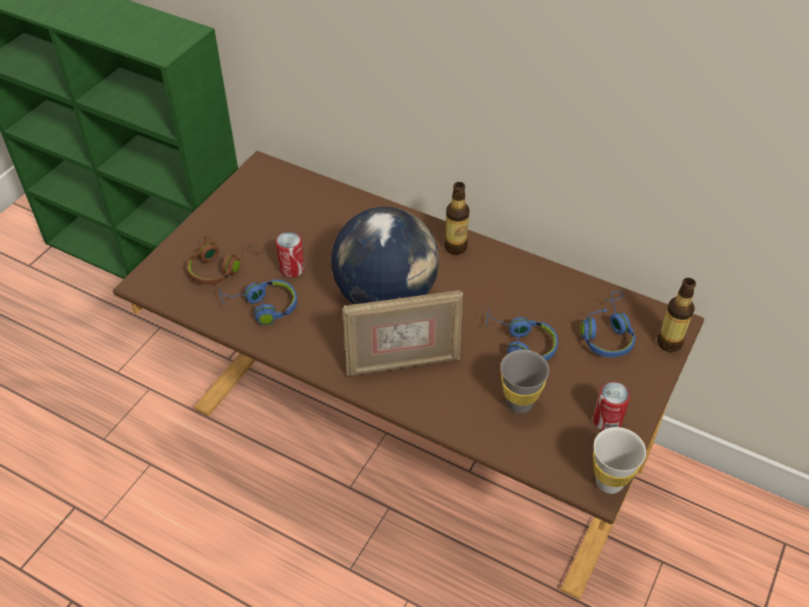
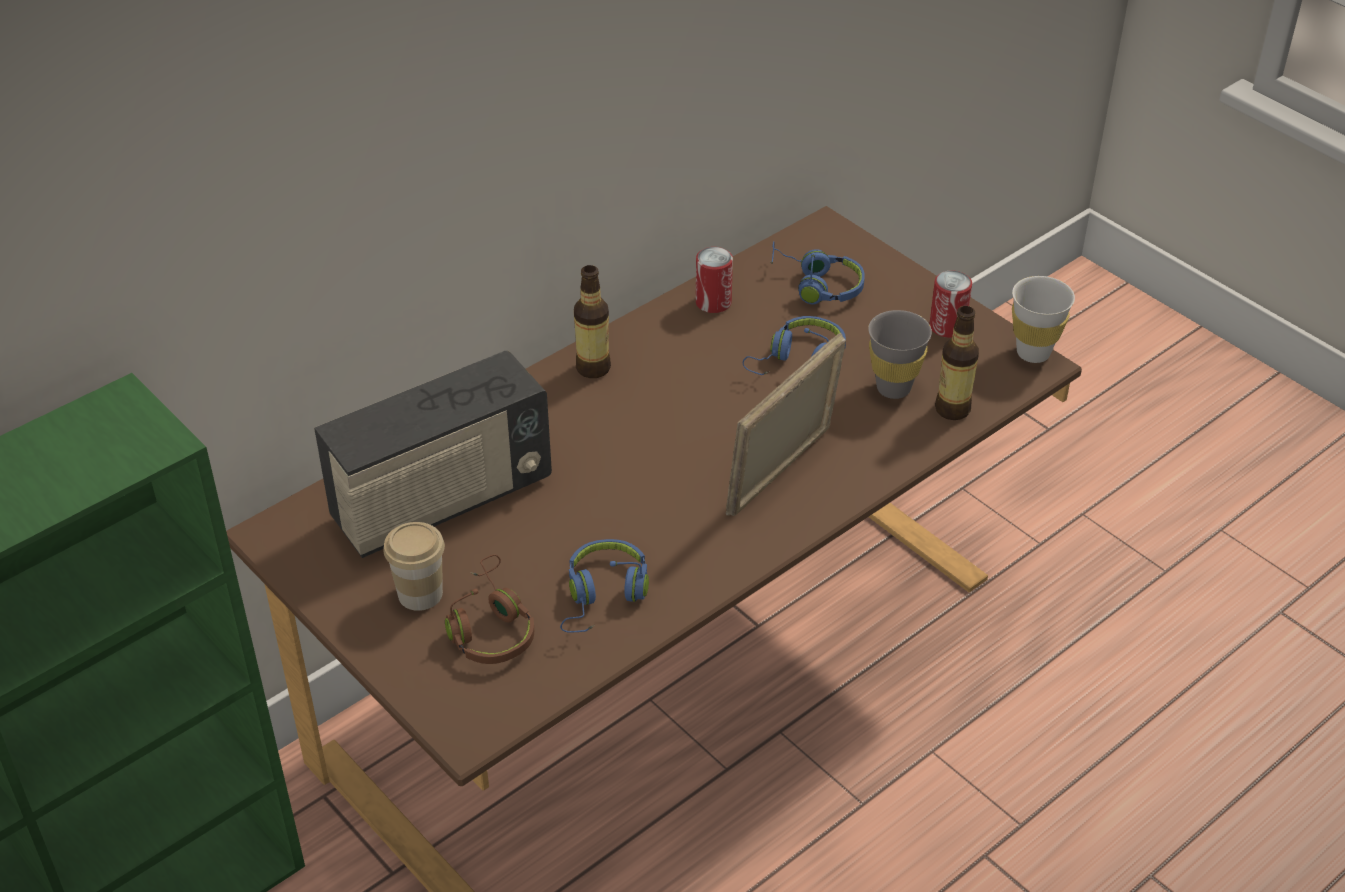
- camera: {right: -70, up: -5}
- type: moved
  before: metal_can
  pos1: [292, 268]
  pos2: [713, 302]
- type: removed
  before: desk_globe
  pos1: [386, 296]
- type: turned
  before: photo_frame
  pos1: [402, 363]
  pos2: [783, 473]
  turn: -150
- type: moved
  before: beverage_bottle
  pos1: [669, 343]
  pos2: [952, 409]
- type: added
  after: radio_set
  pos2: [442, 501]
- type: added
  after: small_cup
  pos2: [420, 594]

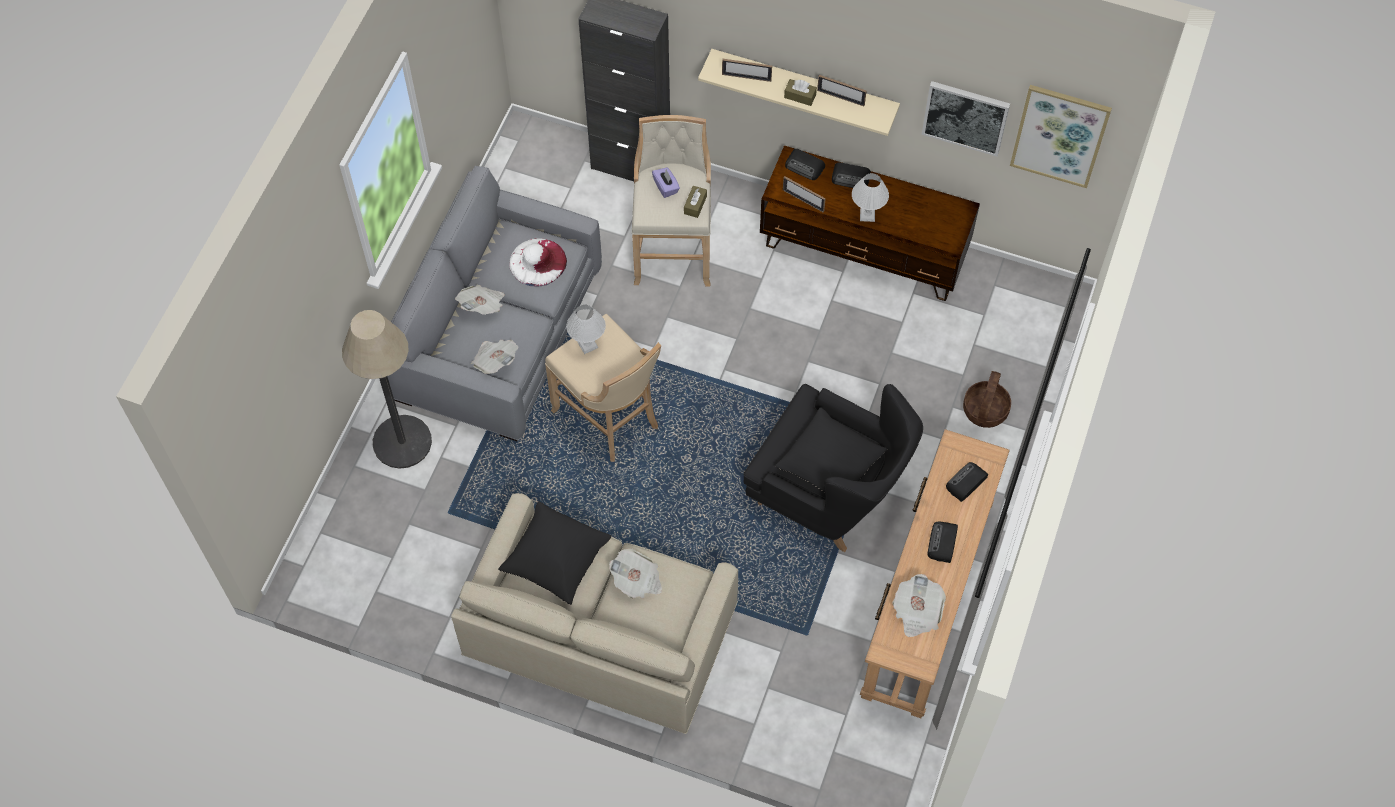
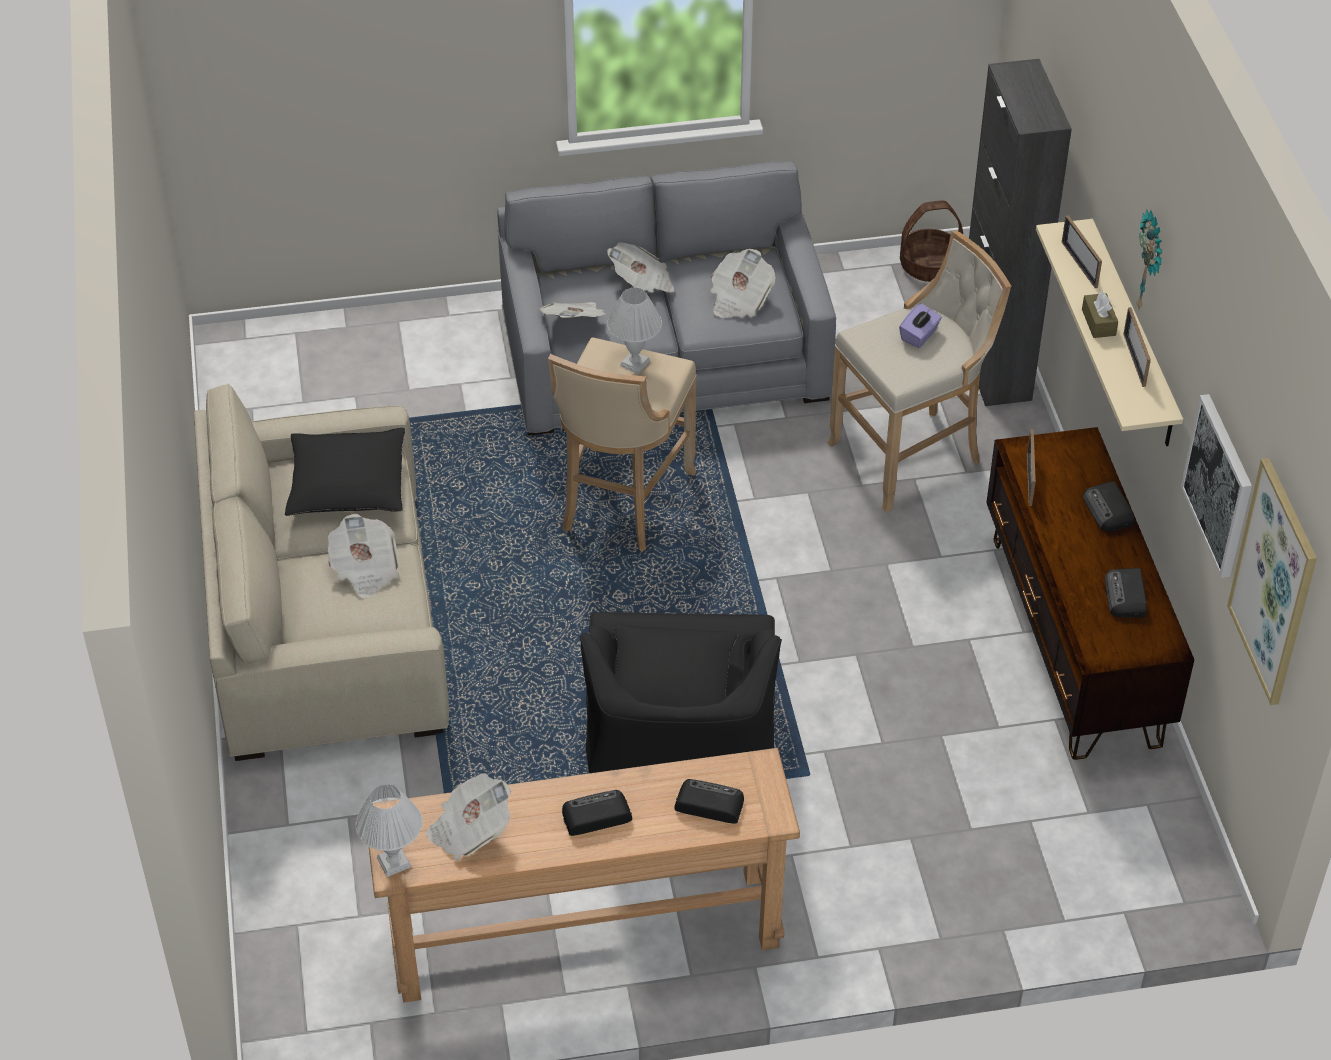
- camera: {right: 60, up: -15}
- type: removed
  before: floor_lamp
  pos1: [402, 442]
- type: replaced
  before: whitish_clothing_hat
  after: printed_paper
  pos1: [537, 262]
  pos2: [739, 299]
- type: removed
  before: brown-coloured_tissue_holder
  pos1: [695, 205]
- type: moved
  before: radio_set
  pos1: [805, 166]
  pos2: [1126, 597]
- type: moved
  before: whitish_tabletop_lamp
  pos1: [867, 215]
  pos2: [393, 862]
- type: moved
  before: basket
  pos1: [985, 409]
  pos2: [929, 265]
- type: added
  after: wall_clock
  pos2: [1152, 263]

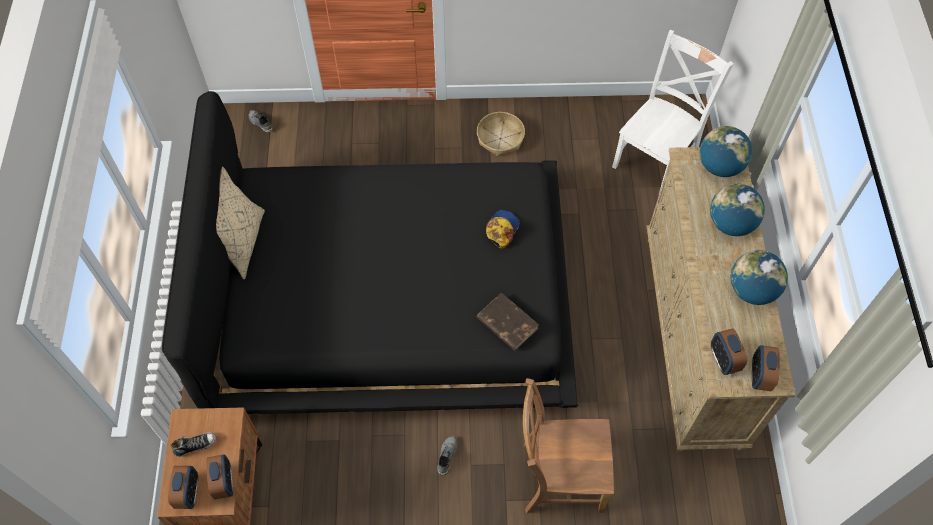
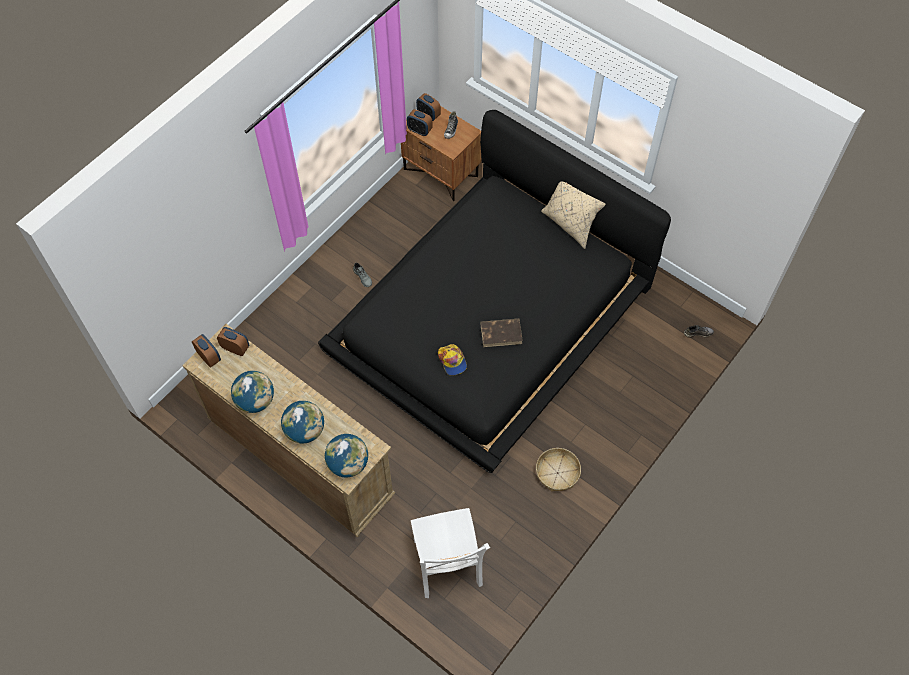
- camera: {right: 130, up: 0}
- type: moved
  before: brown-coloured_book
  pos1: [507, 323]
  pos2: [501, 333]
- type: removed
  before: brown-coloured_chair
  pos1: [558, 477]

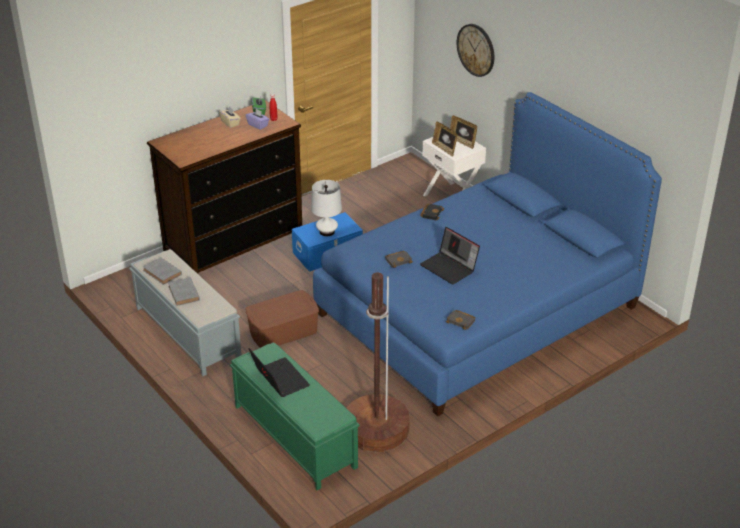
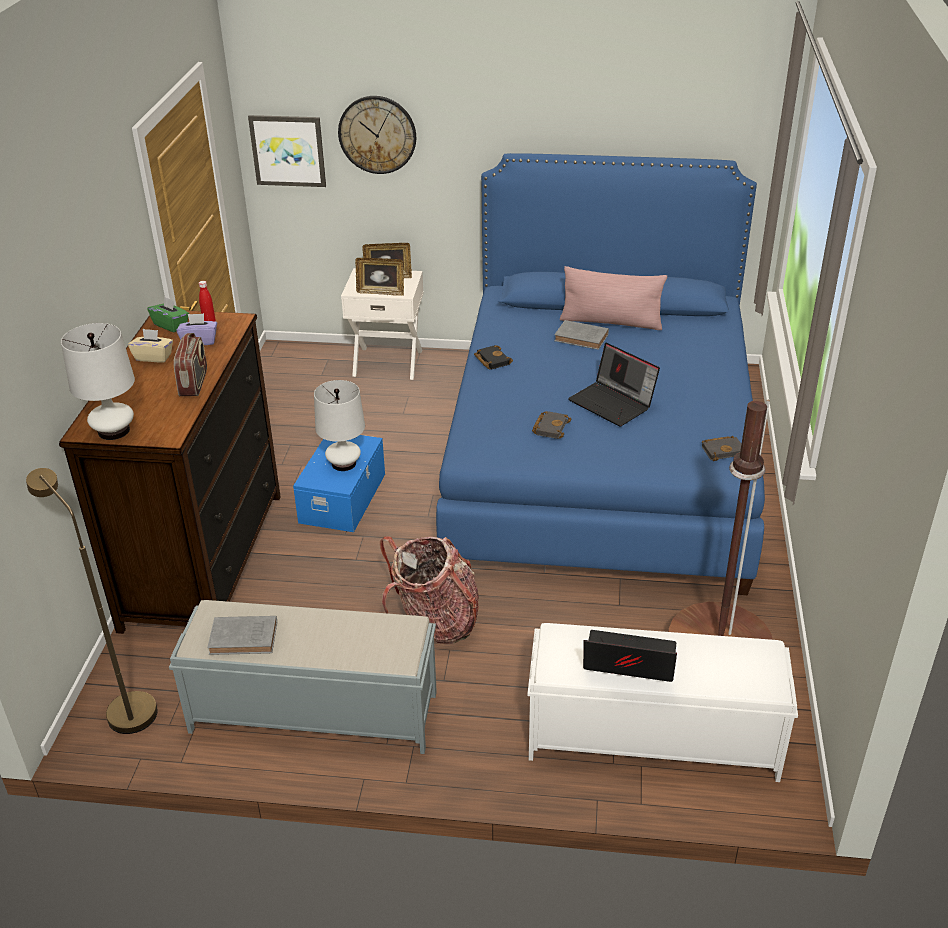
- camera: {right: -45, up: 0}
- type: moved
  before: gray_book
  pos1: [184, 294]
  pos2: [582, 338]
- type: recoloured
  before: green-coloured_bench
  after: whitish_bench
  pos1: [294, 436]
  pos2: [650, 738]
- type: replaced
  before: brown-coloured_storage_box
  after: rucksack
  pos1: [283, 331]
  pos2: [435, 623]
- type: turned
  before: laptop
  pos1: [449, 267]
  pos2: [613, 403]
  turn: 45
- type: added
  after: brown-coloured_floor_lamp
  pos2: [124, 707]
- type: added
  after: whitish_tabletop_lamp
  pos2: [114, 431]
- type: added
  after: radio_set
  pos2: [194, 383]
- type: added
  after: picture
  pos2: [288, 150]
- type: added
  after: pinkish_cushion
  pos2: [611, 322]

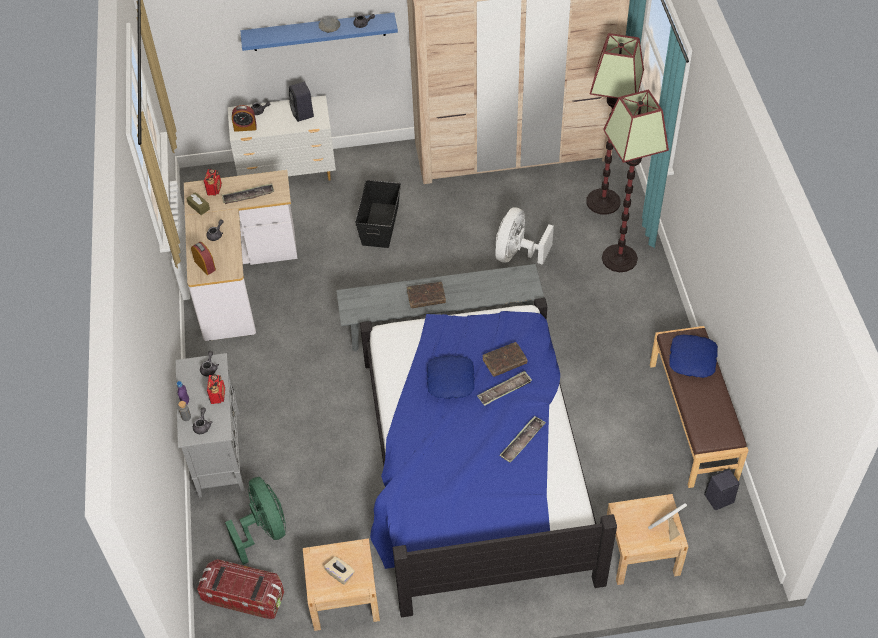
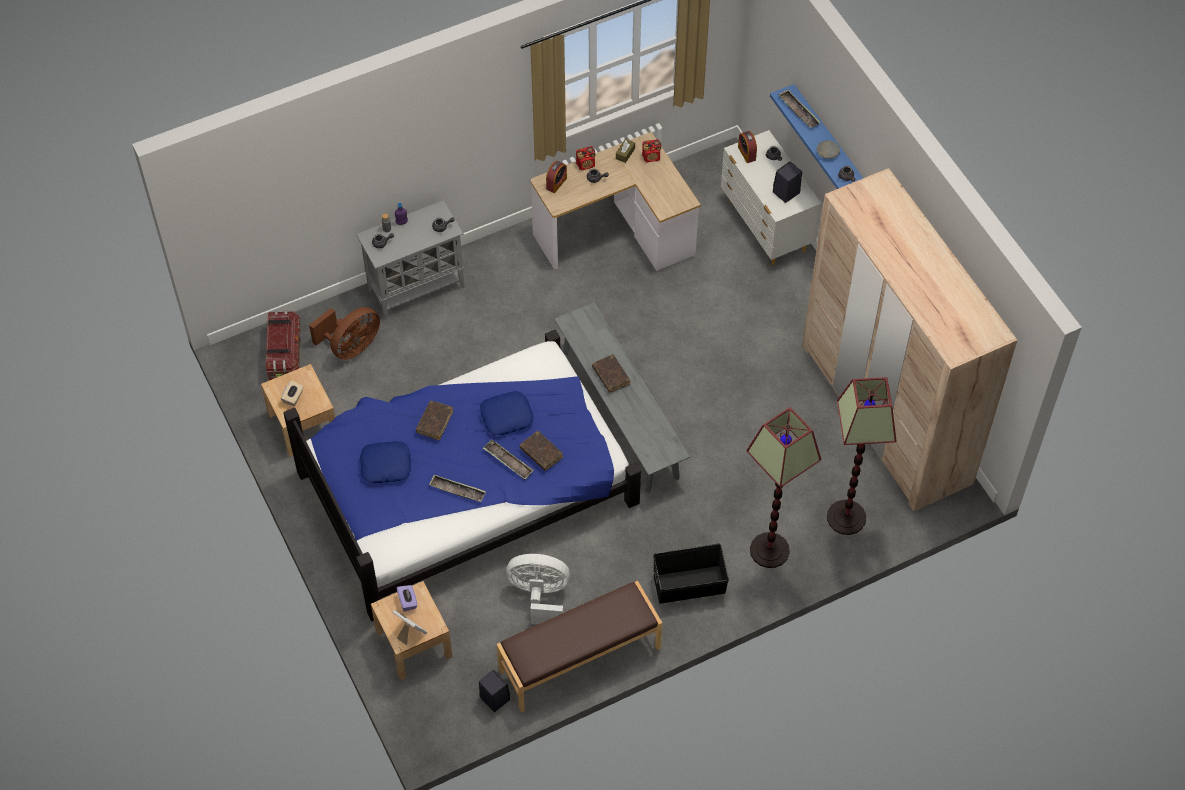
- camera: {right: 70, up: 5}
- type: moved
  before: radio_set
  pos1: [218, 395]
  pos2: [586, 165]
- type: moved
  before: carrying_tray
  pos1: [248, 196]
  pos2: [798, 111]
- type: recoloured
  before: green-coloured_cooling_fan
  after: brown-coloured_cooling_fan
  pos1: [264, 530]
  pos2: [351, 346]
- type: moved
  before: black-coloured_storage_box
  pos1: [380, 224]
  pos2: [690, 585]
- type: moved
  before: whitish_cooling_fan
  pos1: [517, 254]
  pos2: [540, 596]
- type: moved
  before: bluish_cushion
  pos1: [692, 359]
  pos2: [386, 465]
- type: added
  after: purple_tissue_holder
  pos2: [408, 601]
- type: added
  after: brown-coloured_book
  pos2: [434, 422]

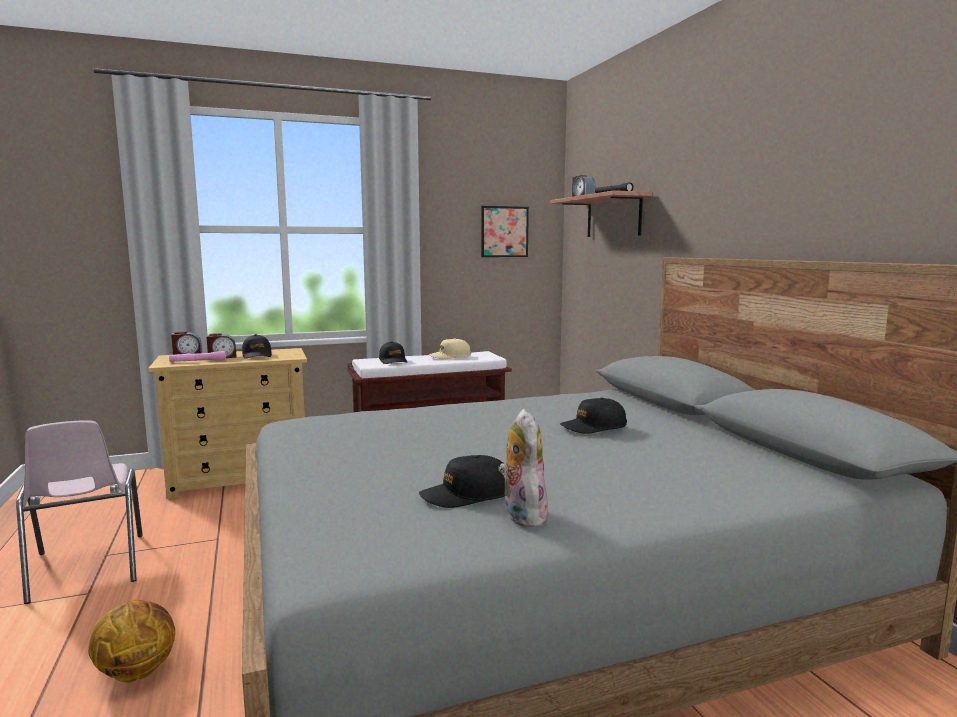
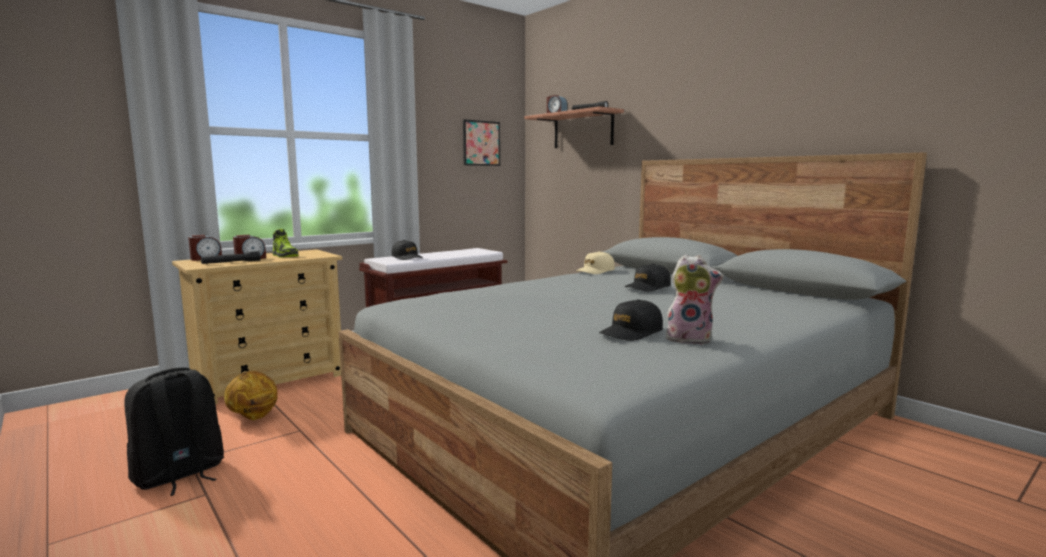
- camera: {right: -20, up: 0}
- type: replaced
  before: pinkish_chair
  after: black-coloured_rucksack
  pos1: [86, 568]
  pos2: [179, 475]
- type: moved
  before: ball_for_basketball
  pos1: [137, 671]
  pos2: [253, 417]
- type: recoloured
  before: pinkish_hand_torch
  after: black-coloured_hand_torch
  pos1: [198, 361]
  pos2: [231, 262]
- type: replaced
  before: black-coloured_cap
  after: low_shoe
  pos1: [257, 355]
  pos2: [285, 256]
- type: moved
  before: beige_cap
  pos1: [450, 356]
  pos2: [595, 271]
- type: turned
  before: soft_toy
  pos1: [521, 515]
  pos2: [690, 339]
  turn: 135

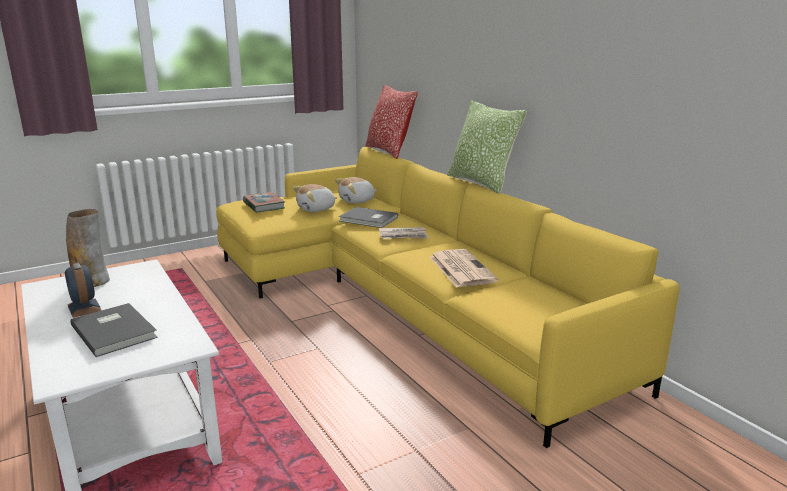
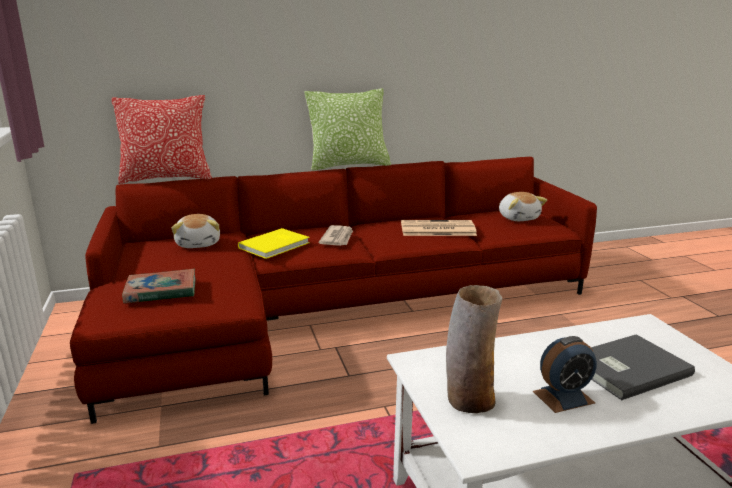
- camera: {right: -75, up: 0}
- type: recoloured
  before: yellow-coloured_settee
  after: reddish_settee
  pos1: [401, 300]
  pos2: [333, 308]
- type: moved
  before: soft_toy
  pos1: [316, 209]
  pos2: [518, 218]
- type: recoloured
  before: gray_book
  after: yellow-coloured_book
  pos1: [368, 220]
  pos2: [276, 245]

